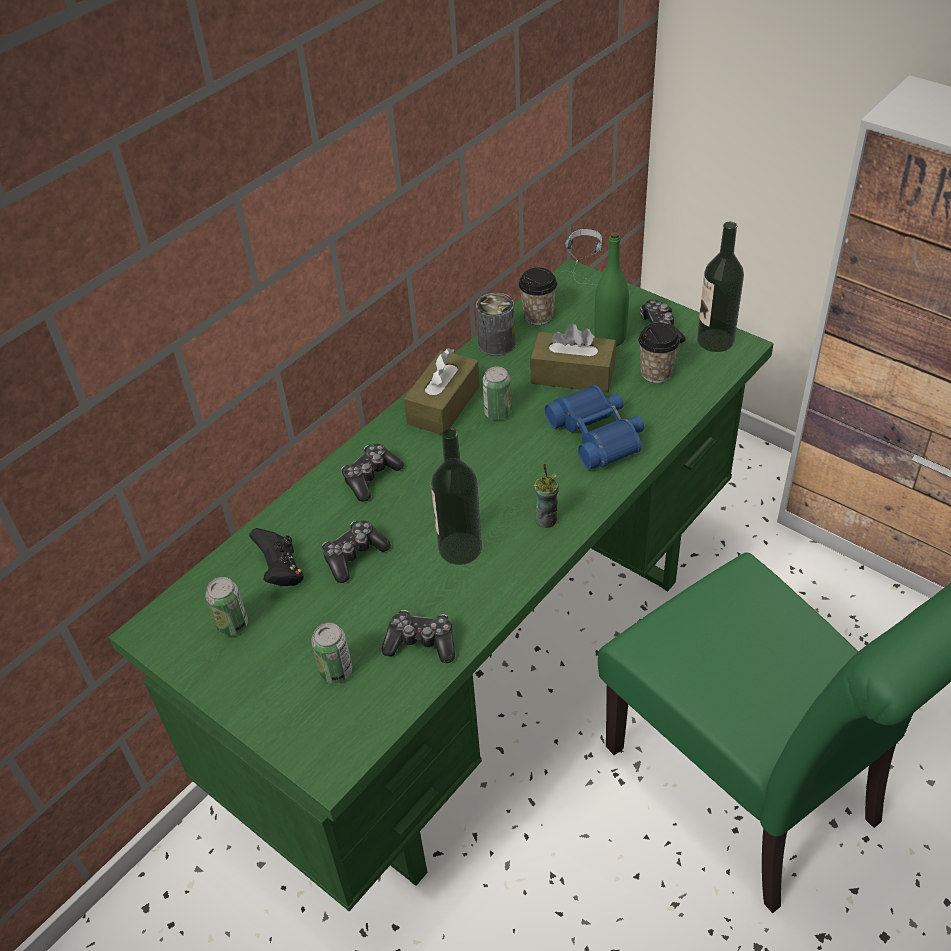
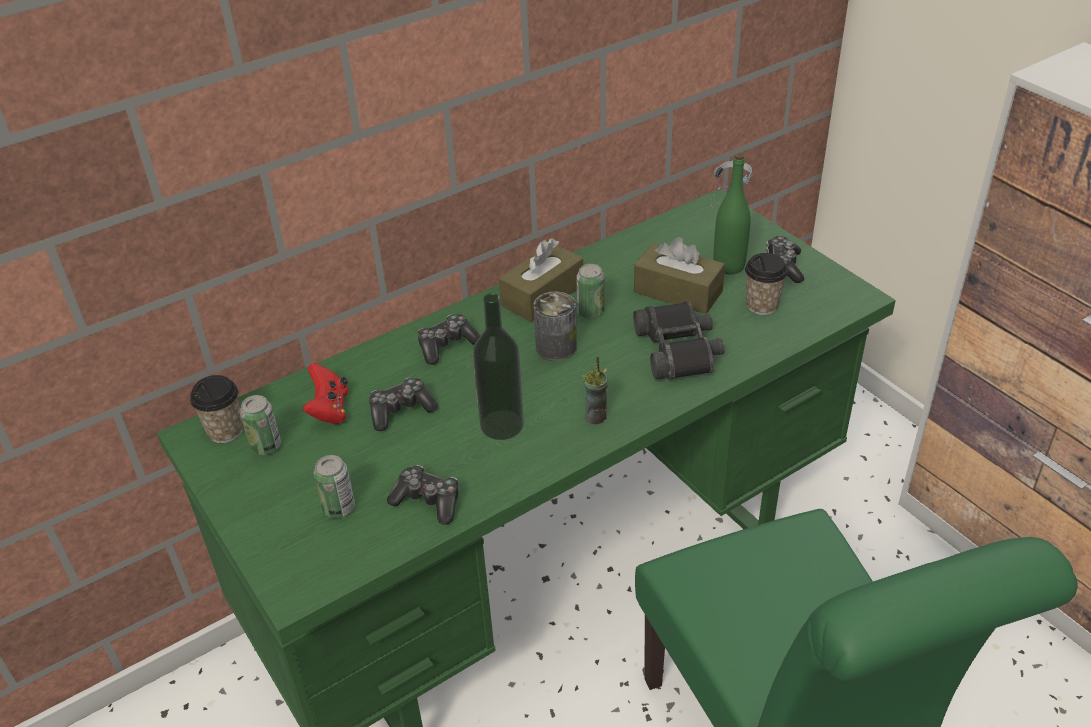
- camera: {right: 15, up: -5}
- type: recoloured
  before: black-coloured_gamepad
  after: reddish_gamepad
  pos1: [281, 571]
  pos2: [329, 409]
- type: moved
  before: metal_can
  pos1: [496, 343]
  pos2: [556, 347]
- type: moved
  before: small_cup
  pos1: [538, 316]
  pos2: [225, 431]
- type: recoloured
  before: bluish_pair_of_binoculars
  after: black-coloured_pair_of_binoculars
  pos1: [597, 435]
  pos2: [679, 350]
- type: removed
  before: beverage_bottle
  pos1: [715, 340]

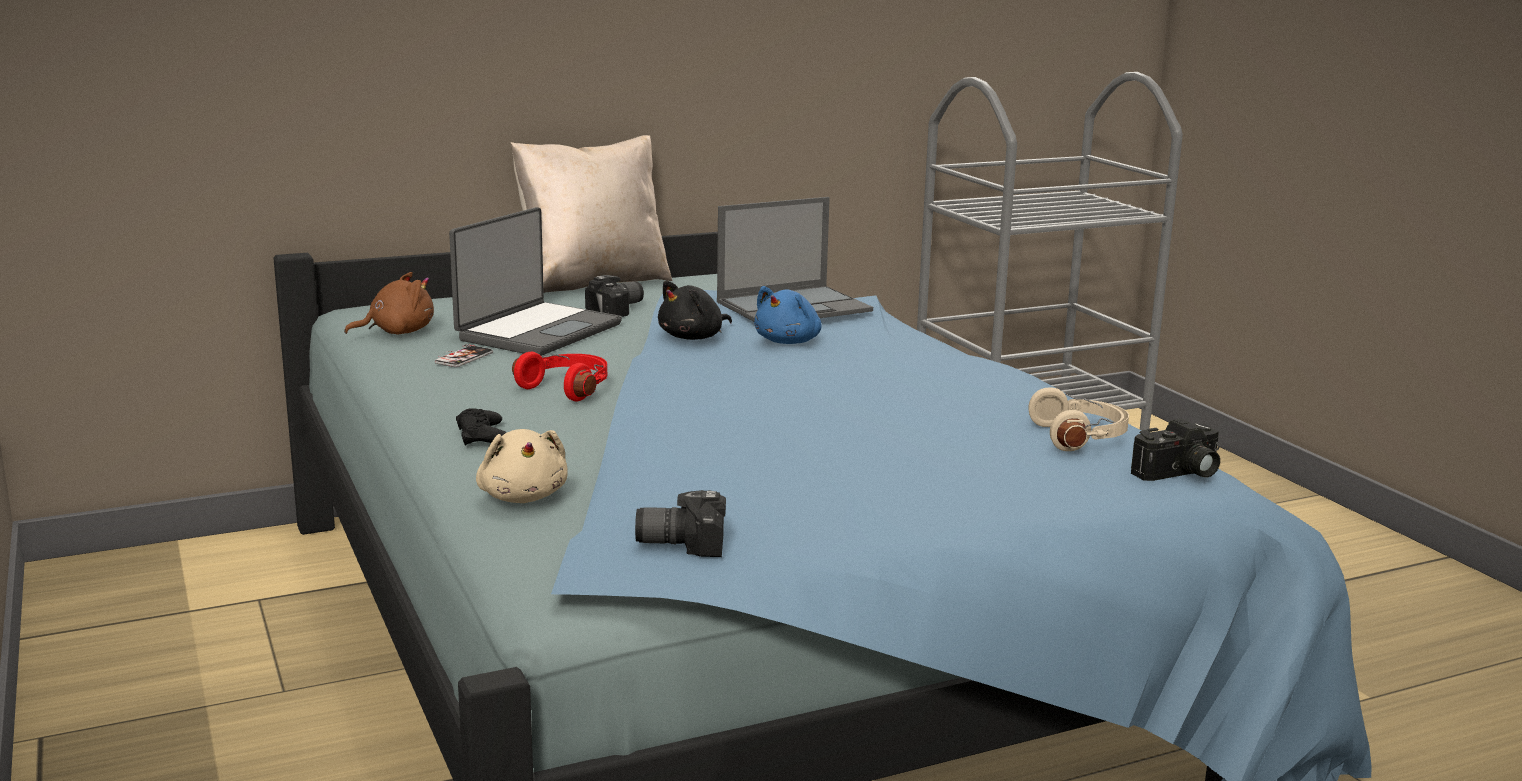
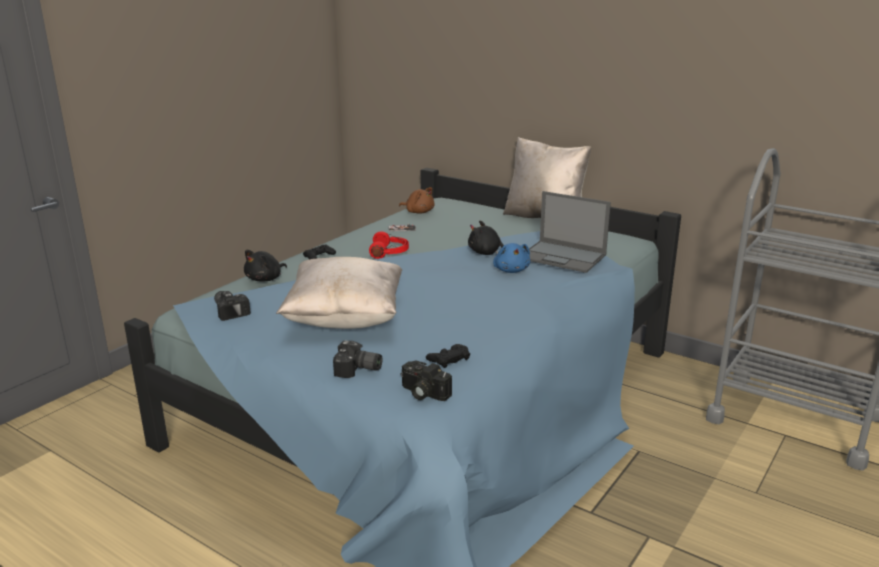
- camera: {right: 60, up: 5}
- type: removed
  before: laptop
  pos1: [537, 331]
- type: recoloured
  before: beige_soft_toy
  after: black-coloured_soft_toy
  pos1: [523, 496]
  pos2: [265, 279]
- type: moved
  before: photo_camera
  pos1: [619, 310]
  pos2: [358, 370]
- type: turned
  before: bluish_soft_toy
  pos1: [789, 341]
  pos2: [511, 270]
  turn: -105
- type: replaced
  before: beige_pair_of_headphones
  after: black-coloured_gamepad
  pos1: [1080, 437]
  pos2: [448, 359]
- type: added
  after: beige_cushion
  pos2: [345, 319]

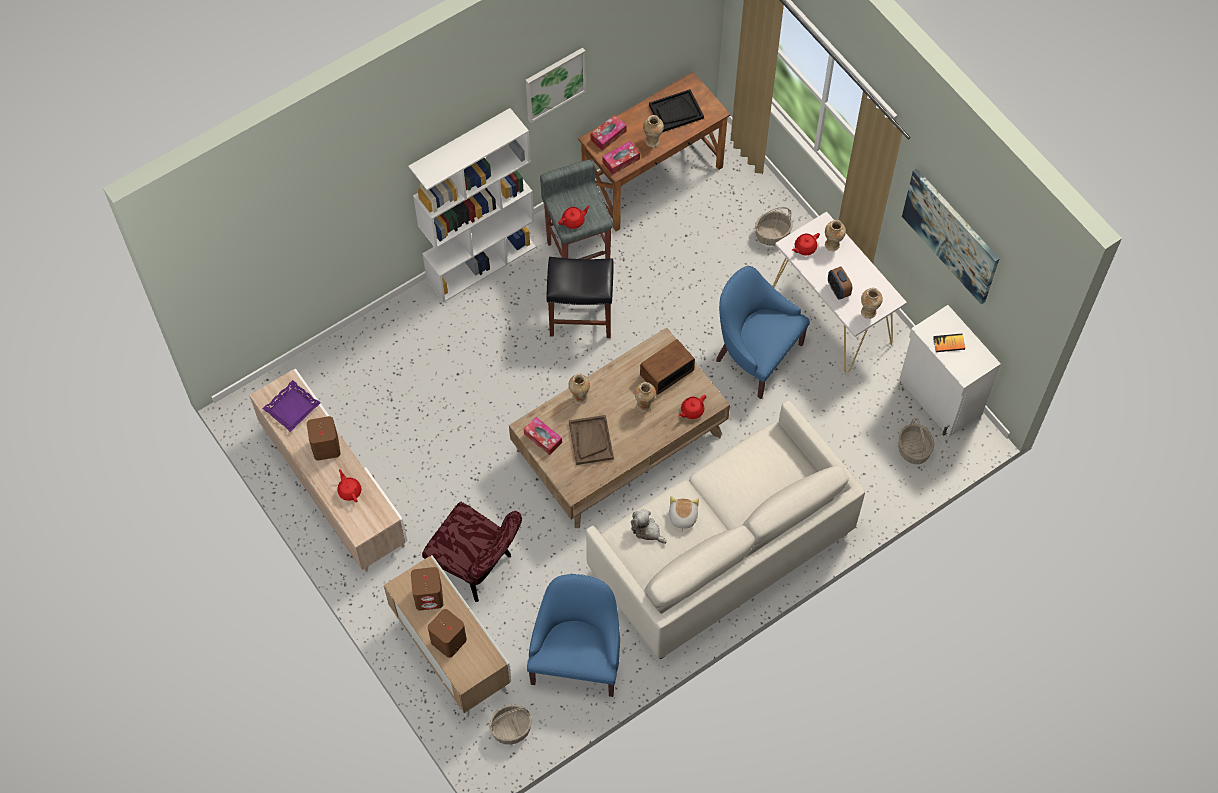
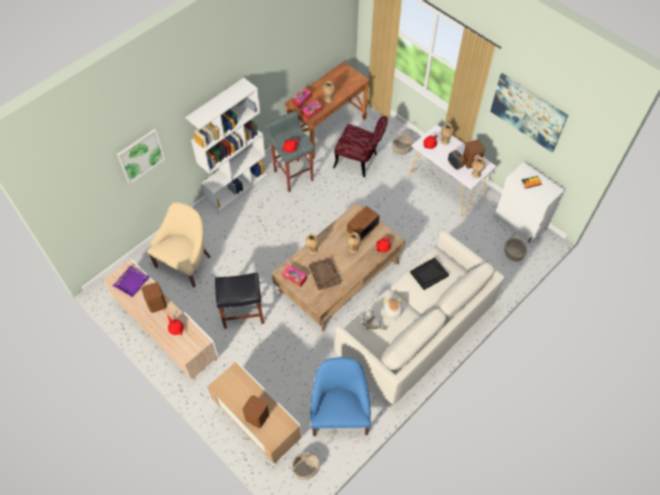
- camera: {right: -10, up: -5}
- type: moved
  before: brown-coloured_speaker
  pos1: [429, 596]
  pos2: [471, 161]
- type: moved
  before: reddish_chair
  pos1: [476, 567]
  pos2: [360, 162]
- type: moved
  before: picture
  pos1: [554, 84]
  pos2: [140, 155]
- type: moved
  before: black-coloured_stool_seat
  pos1: [580, 317]
  pos2: [242, 313]
- type: moved
  before: black-coloured_carrying_tray
  pos1: [676, 112]
  pos2: [429, 274]
- type: removed
  before: bluish_armchair
  pos1: [755, 354]
- type: added
  after: beige_armchair
  pos2: [186, 262]

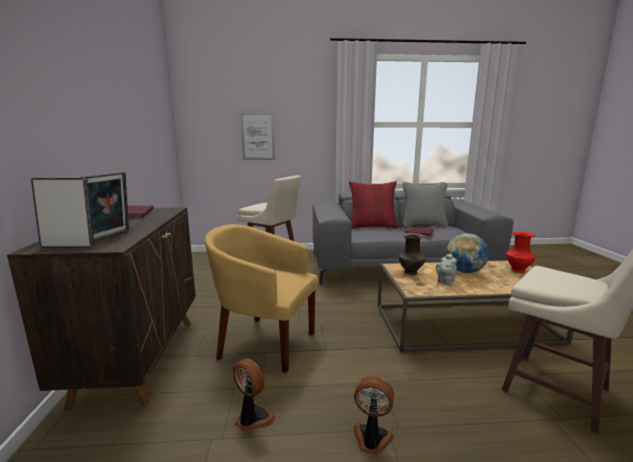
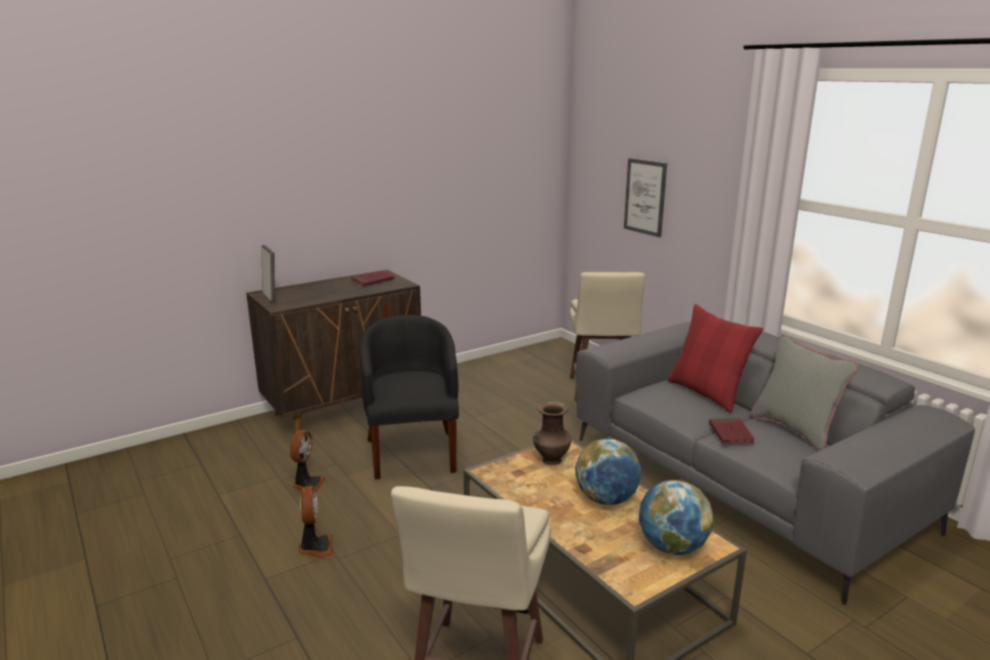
- camera: {right: 60, up: 5}
- type: removed
  before: photo_frame
  pos1: [111, 236]
- type: recoloured
  before: yellow-coloured_armchair
  after: black-coloured_armchair
  pos1: [264, 343]
  pos2: [413, 452]
- type: removed
  before: gray_tea_pot
  pos1: [445, 281]
- type: replaced
  before: reddish_decorative_vase
  after: desk_globe
  pos1: [518, 271]
  pos2: [671, 547]

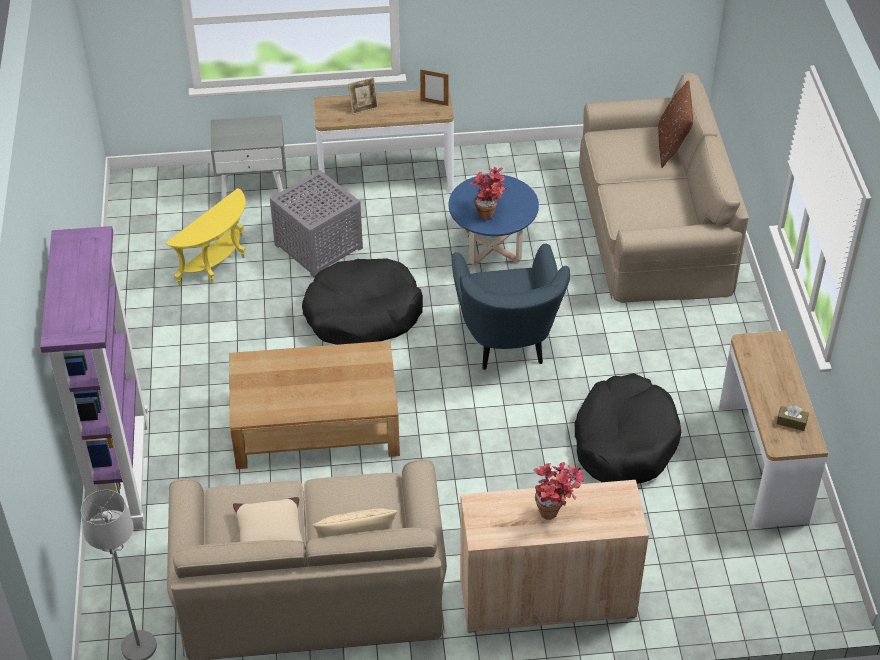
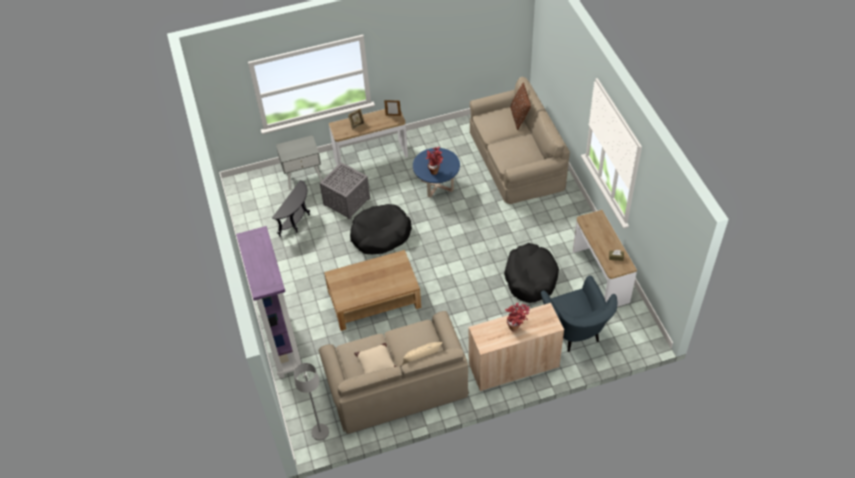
- camera: {right: -10, up: 5}
- type: recoloured
  before: yellow-coloured_side_table
  after: black-coloured_side_table
  pos1: [218, 264]
  pos2: [297, 221]
- type: moved
  before: bluish_armchair
  pos1: [507, 344]
  pos2: [575, 333]

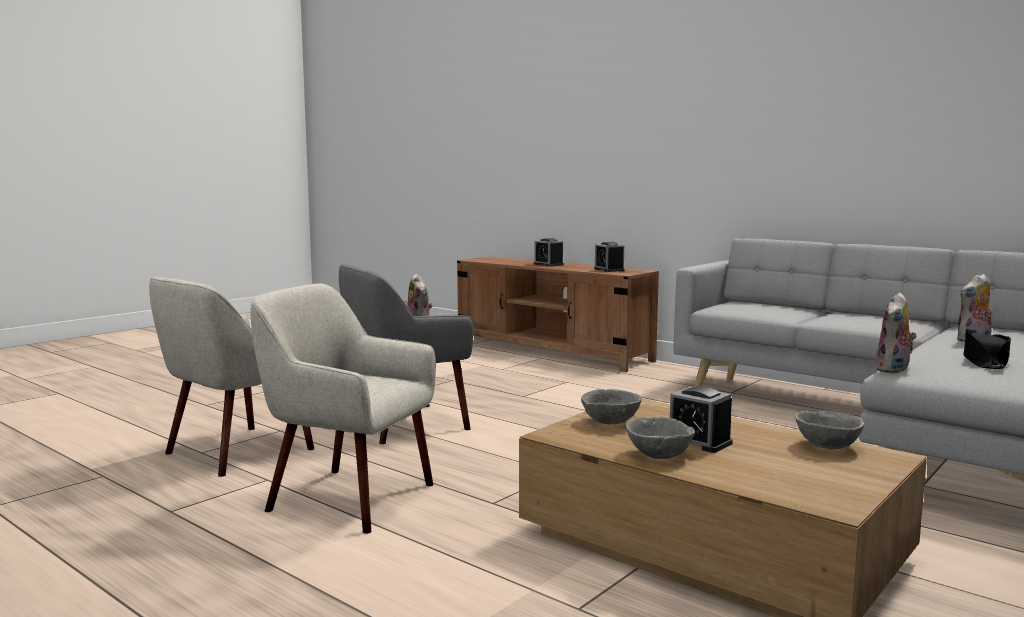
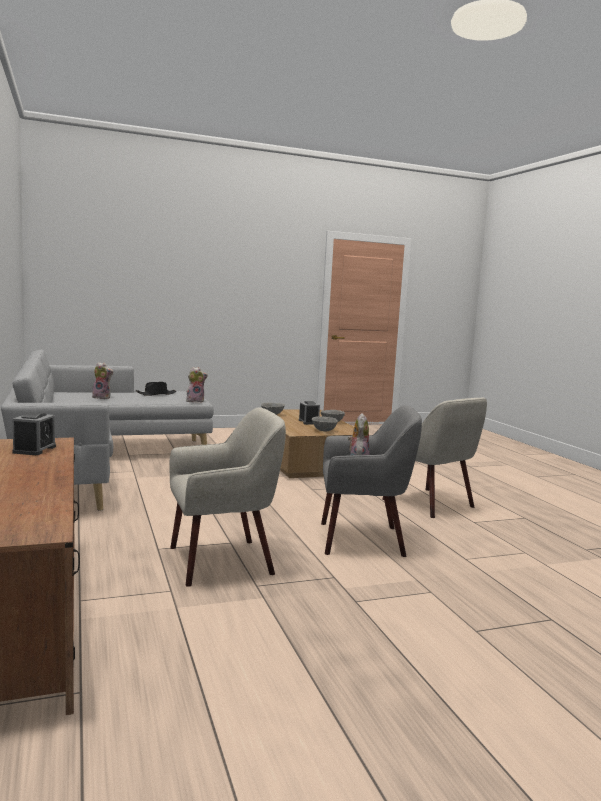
- camera: {right: -150, up: 0}
- type: moved
  before: beige_armchair
  pos1: [237, 451]
  pos2: [222, 561]
- type: removed
  before: bedside_clock
  pos1: [548, 264]

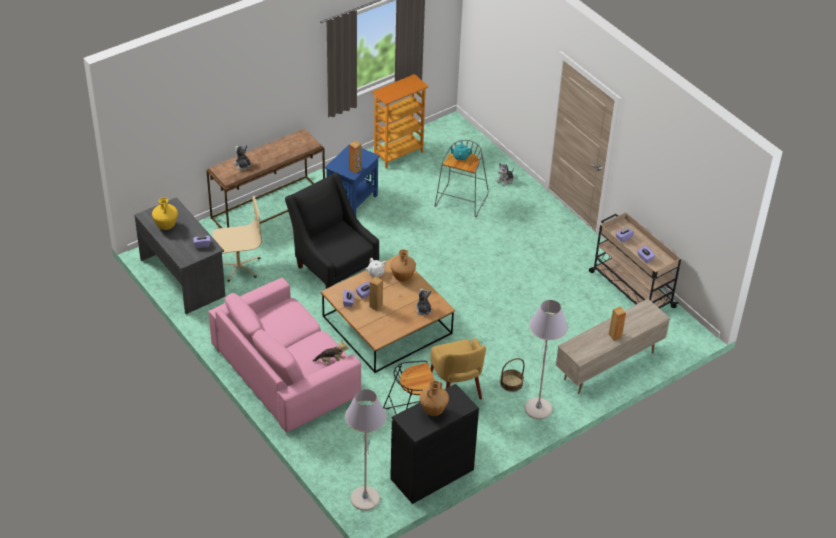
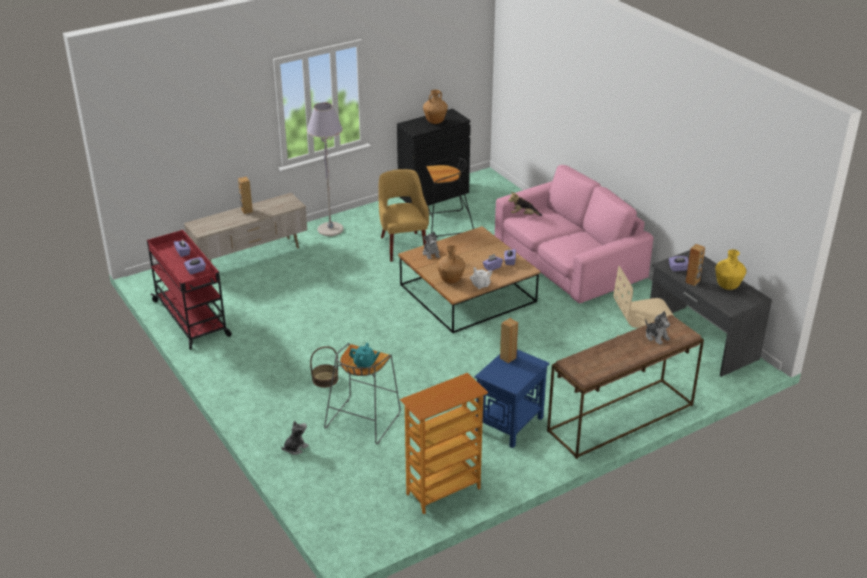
- camera: {right: -175, up: -10}
- type: removed
  before: black-coloured_armchair
  pos1: [333, 265]
- type: removed
  before: gray_floor_lamp
  pos1: [365, 499]
- type: moved
  before: brown-coloured_speaker
  pos1: [375, 306]
  pos2: [692, 282]
- type: moved
  before: basket
  pos1: [511, 383]
  pos2: [325, 379]
- type: recoloured
  before: beige_wheeled_cart
  after: reddish_wheeled_cart
  pos1: [631, 289]
  pos2: [192, 319]

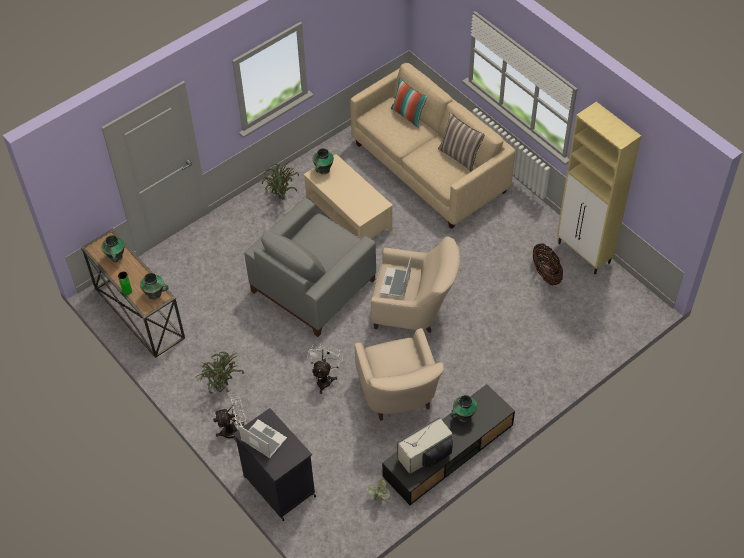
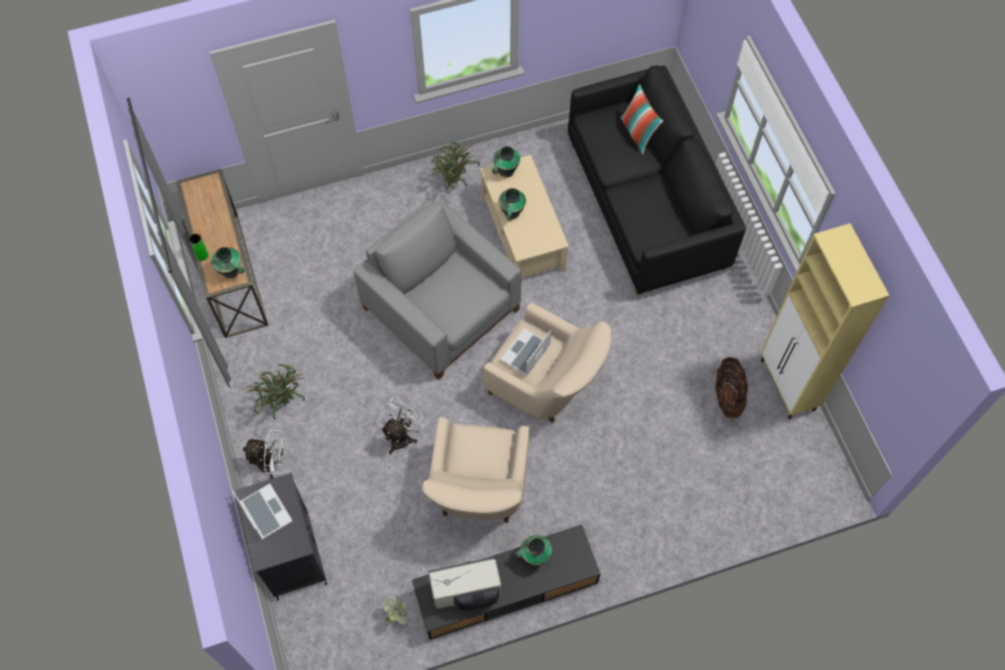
- camera: {right: 20, up: 10}
- type: moved
  before: decorative_vase
  pos1: [116, 258]
  pos2: [511, 214]
- type: turned
  before: gray_armchair
  pos1: [313, 284]
  pos2: [443, 309]
  turn: 75
- type: recoloured
  before: beige_settee
  after: black-coloured_settee
  pos1: [430, 167]
  pos2: [646, 204]
- type: removed
  before: cushion
  pos1: [460, 156]

